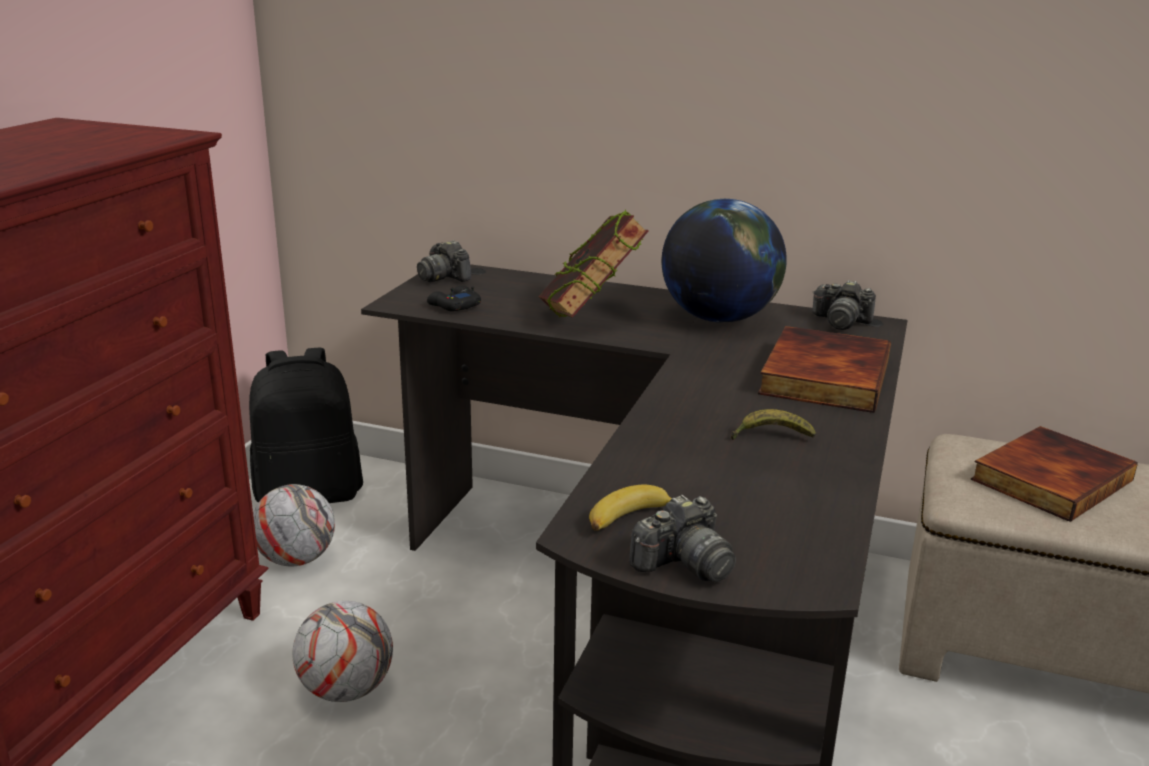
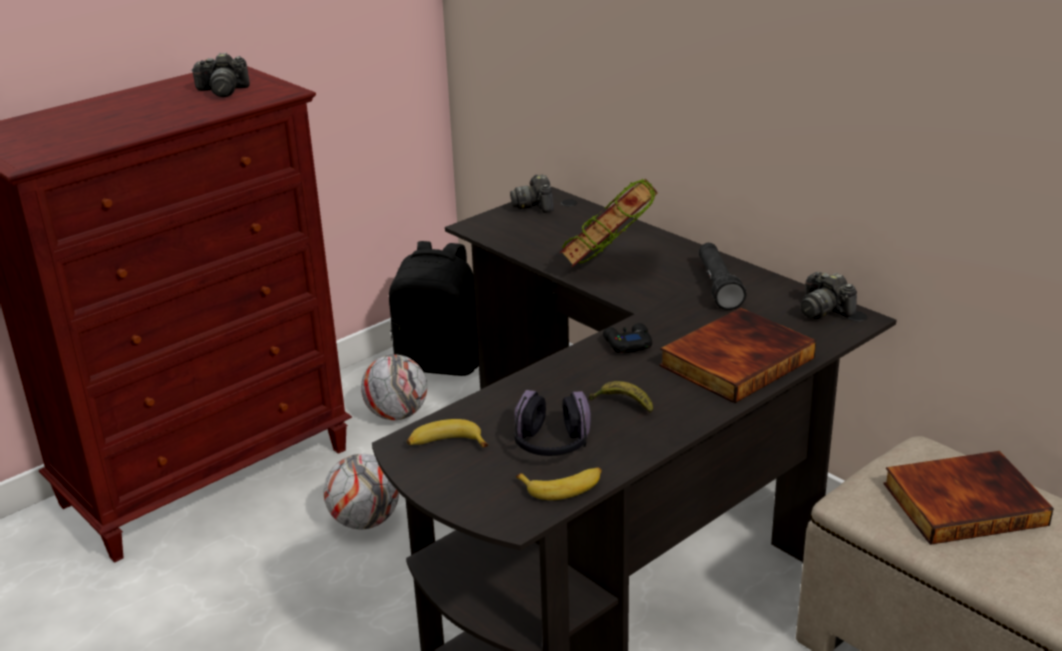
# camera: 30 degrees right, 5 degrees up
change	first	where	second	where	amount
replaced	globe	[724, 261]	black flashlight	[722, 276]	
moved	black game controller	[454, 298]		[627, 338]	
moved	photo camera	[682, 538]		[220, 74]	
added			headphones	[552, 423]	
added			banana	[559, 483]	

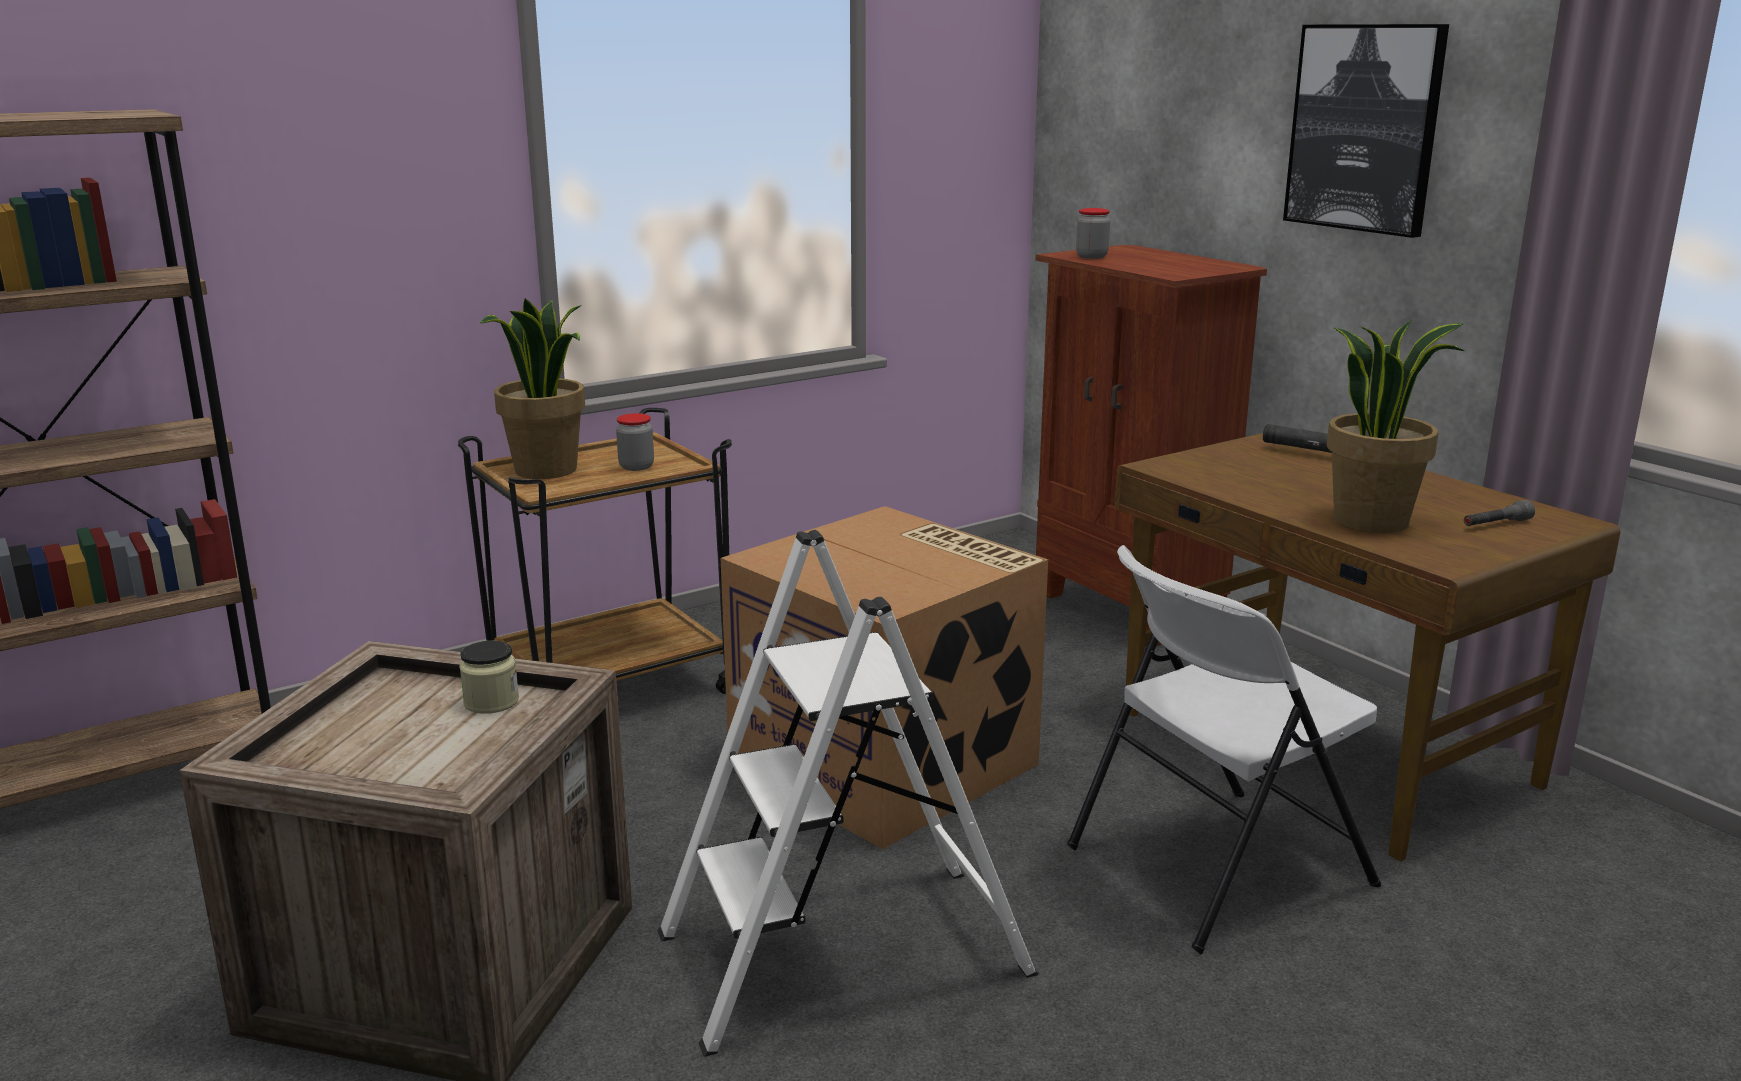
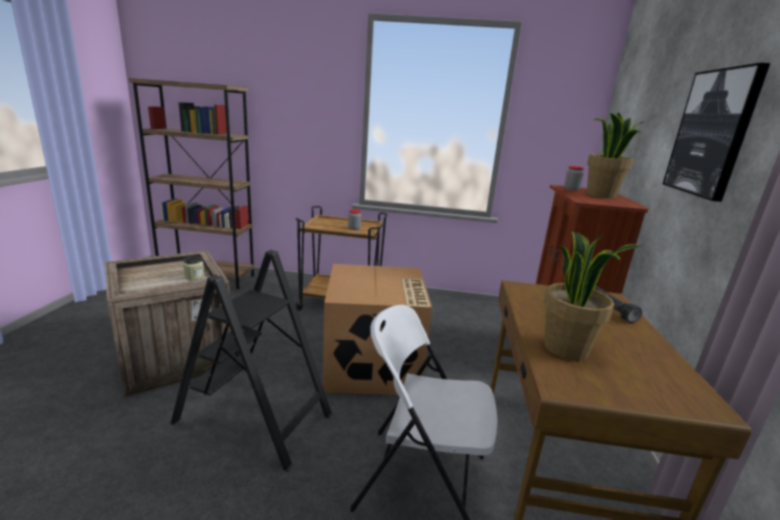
# camera: 40 degrees right, 0 degrees up
change	first	where	second	where	amount
moved	potted plant	[532, 388]		[615, 155]	
removed	grey flashlight	[1499, 513]			
recoloured	white step ladder	[848, 793]	black step ladder	[251, 361]	

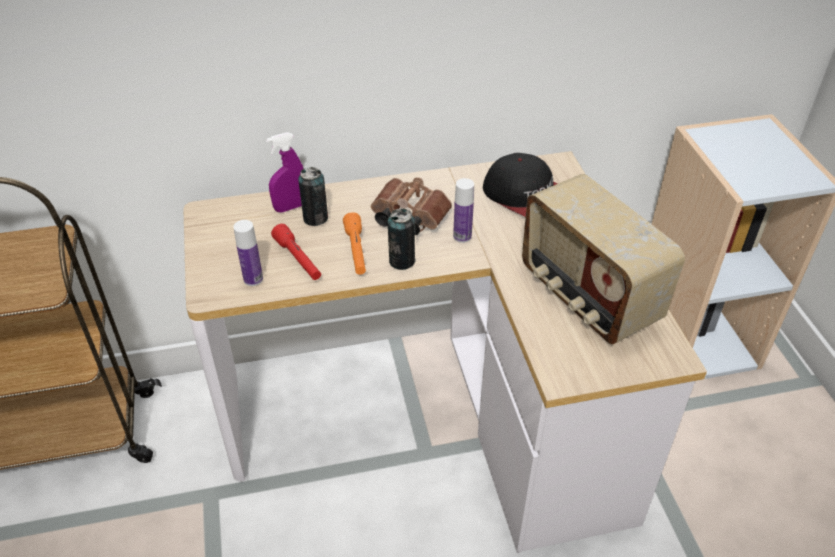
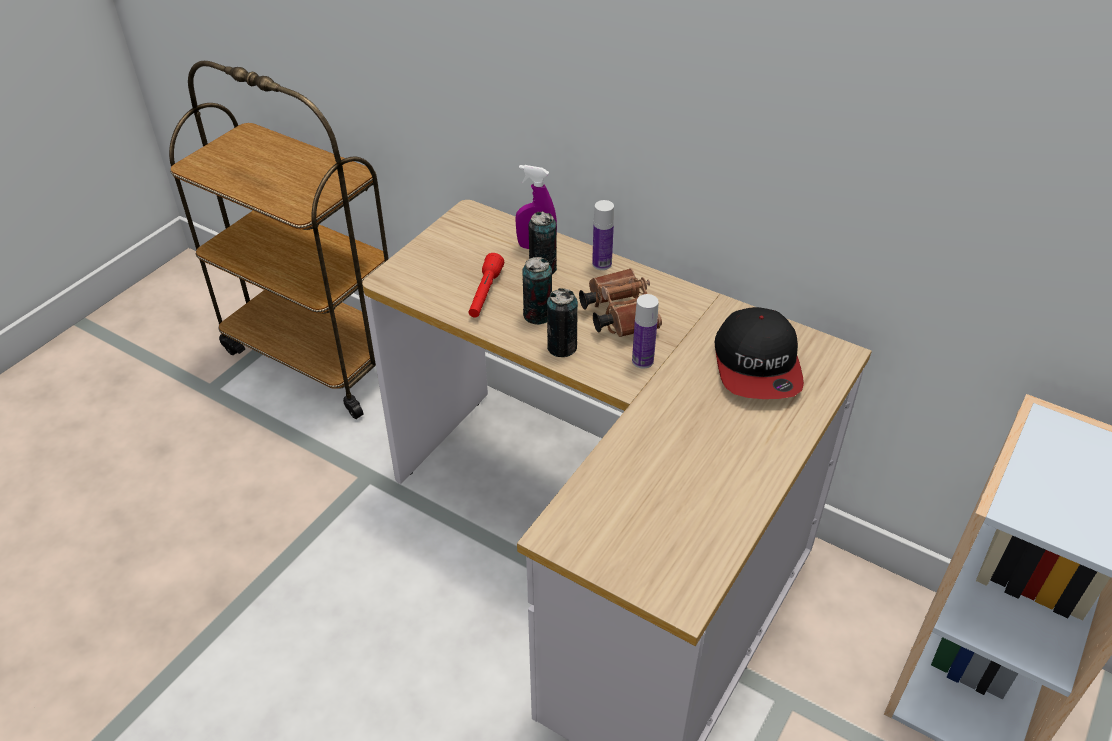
# camera: 45 degrees right, 0 degrees up
change	first	where	second	where	amount
removed	radio	[603, 259]			
replaced	orange flashlight	[354, 243]	can	[537, 291]	
moved	bottle	[248, 253]		[603, 235]	

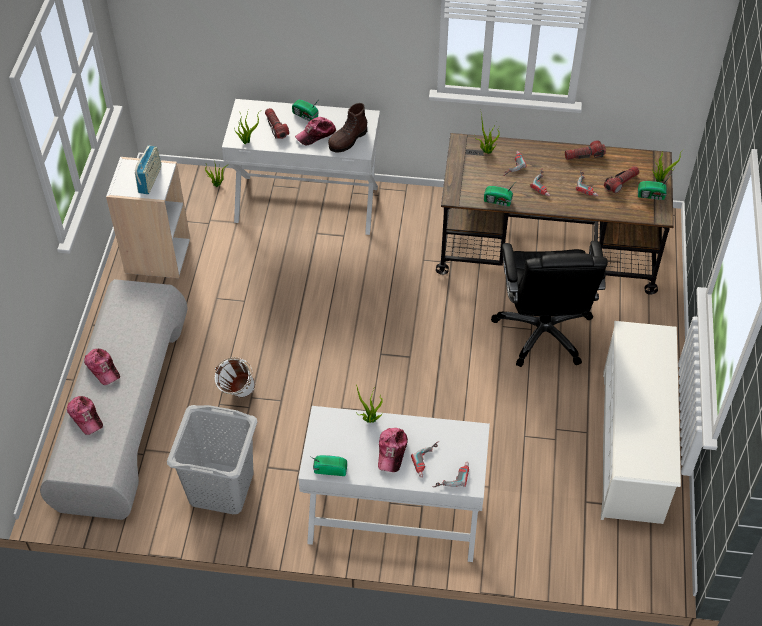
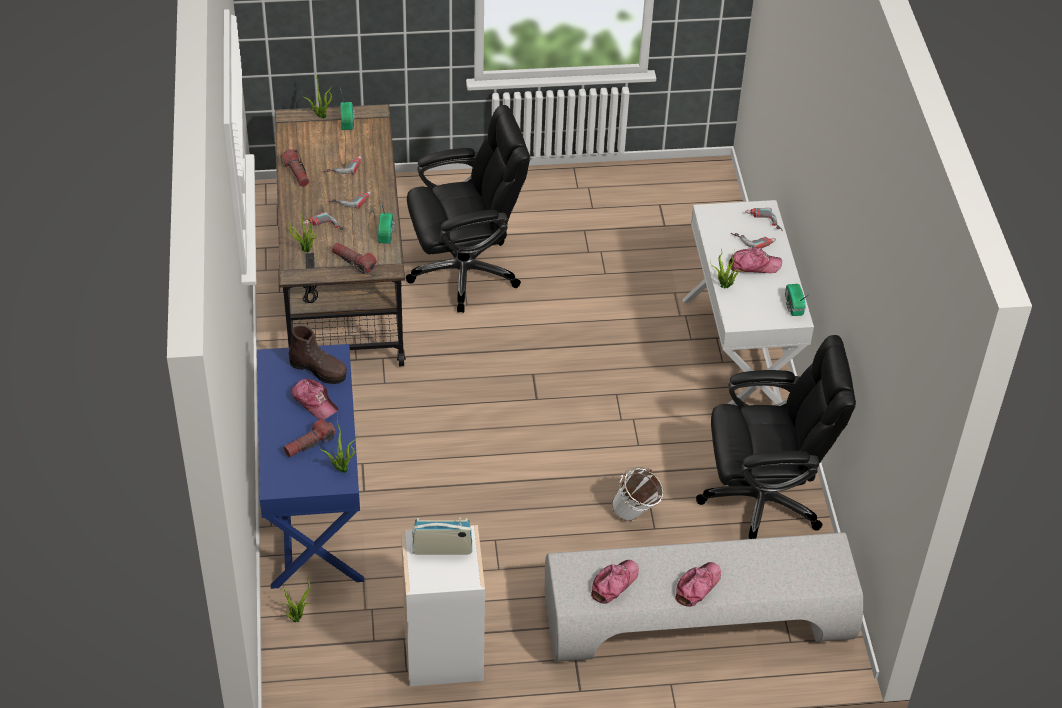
# camera: 105 degrees left, 5 degrees down
change	first	where	second	where	amount
recoloured	white console table	[301, 167]	blue console table	[310, 466]	
removed	radio	[305, 110]			
moved	flashlight	[621, 180]		[354, 258]	
removed	white shoe rack	[641, 422]			
moved	cap	[85, 415]		[615, 581]	
replaced	grey laundry basket	[212, 459]	black office chair	[776, 437]	

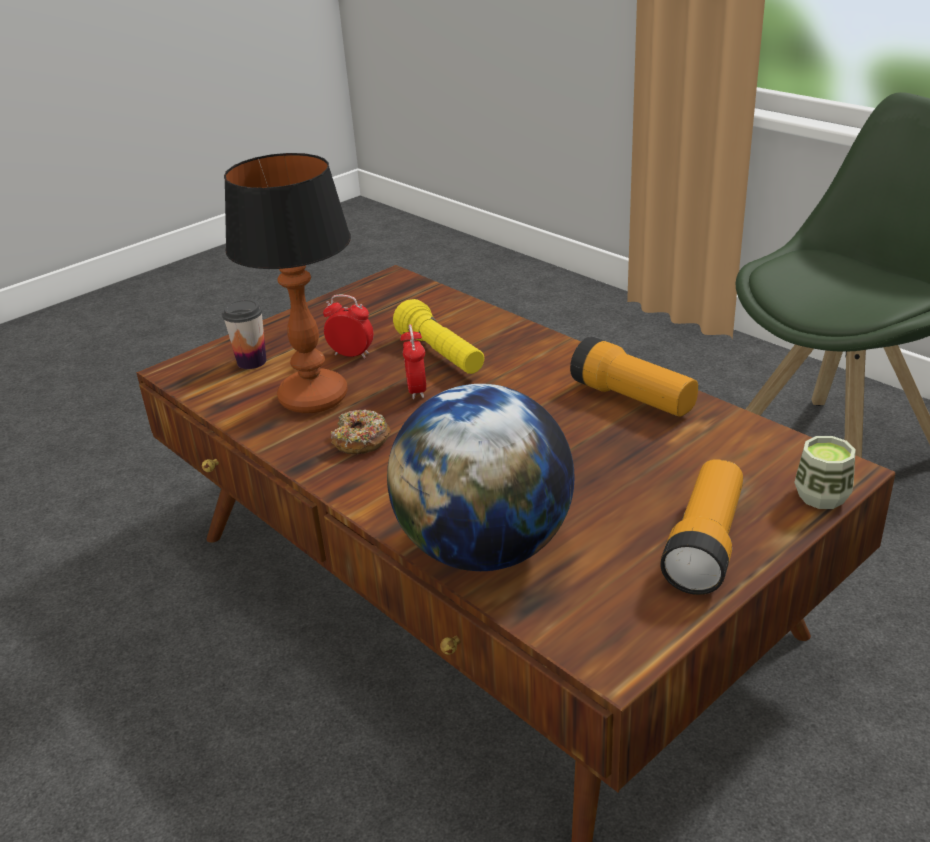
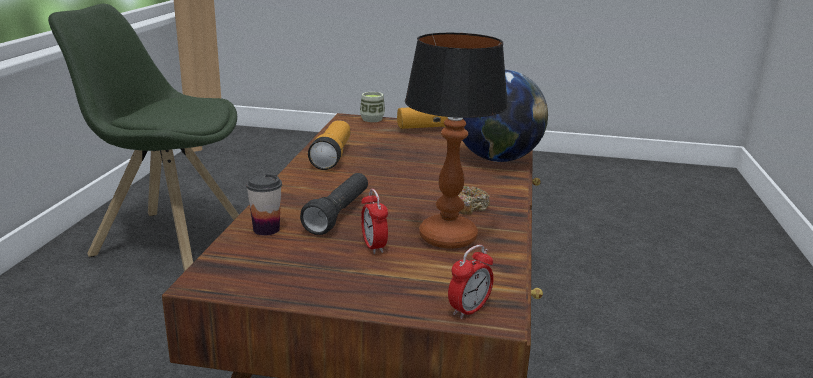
# camera: 130 degrees left, 10 degrees down
change	first	where	second	where	amount
moved	cup	[244, 334]		[264, 205]	
recoloured	yellow flashlight	[438, 336]	black flashlight	[334, 204]	
moved	alarm clock	[413, 361]		[471, 282]	

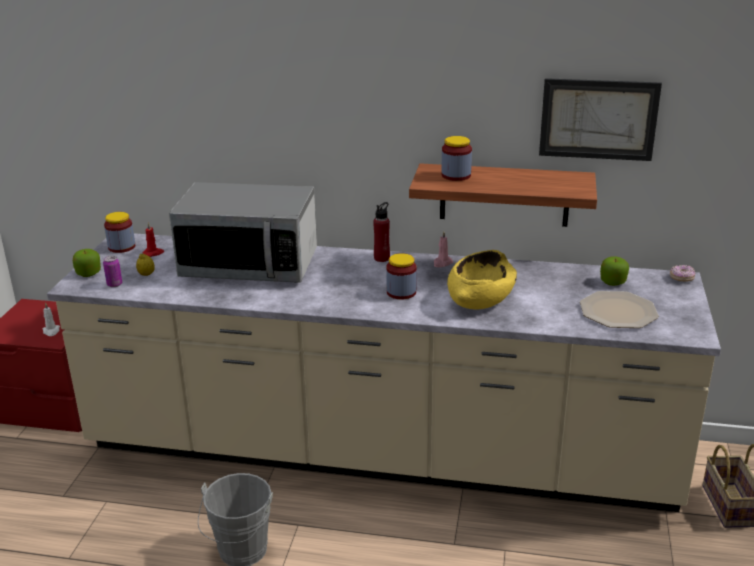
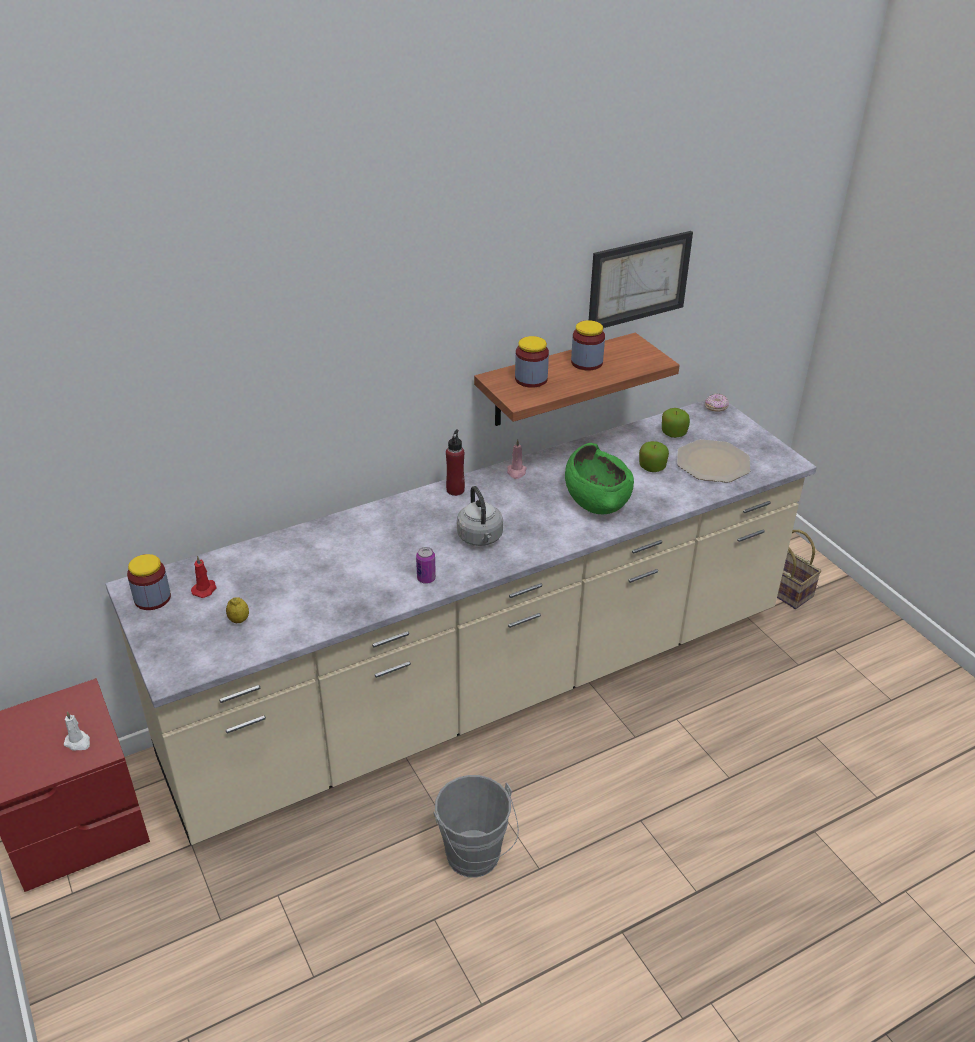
# camera: 40 degrees left, 10 degrees up
change	first	where	second	where	amount
removed	microwave	[243, 232]			
moved	apple	[87, 263]		[654, 456]	
recoloured	yellow bowl	[482, 280]	green bowl	[599, 478]	
moved	jar	[401, 276]		[588, 345]	
moved	can	[112, 271]		[426, 565]	
added			grey kettle	[480, 516]	

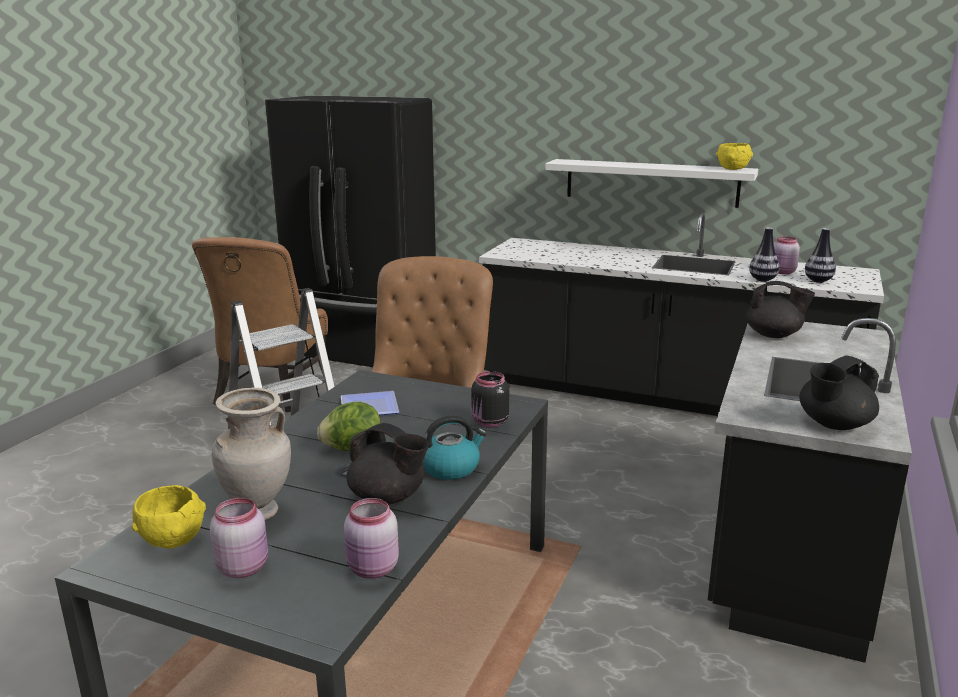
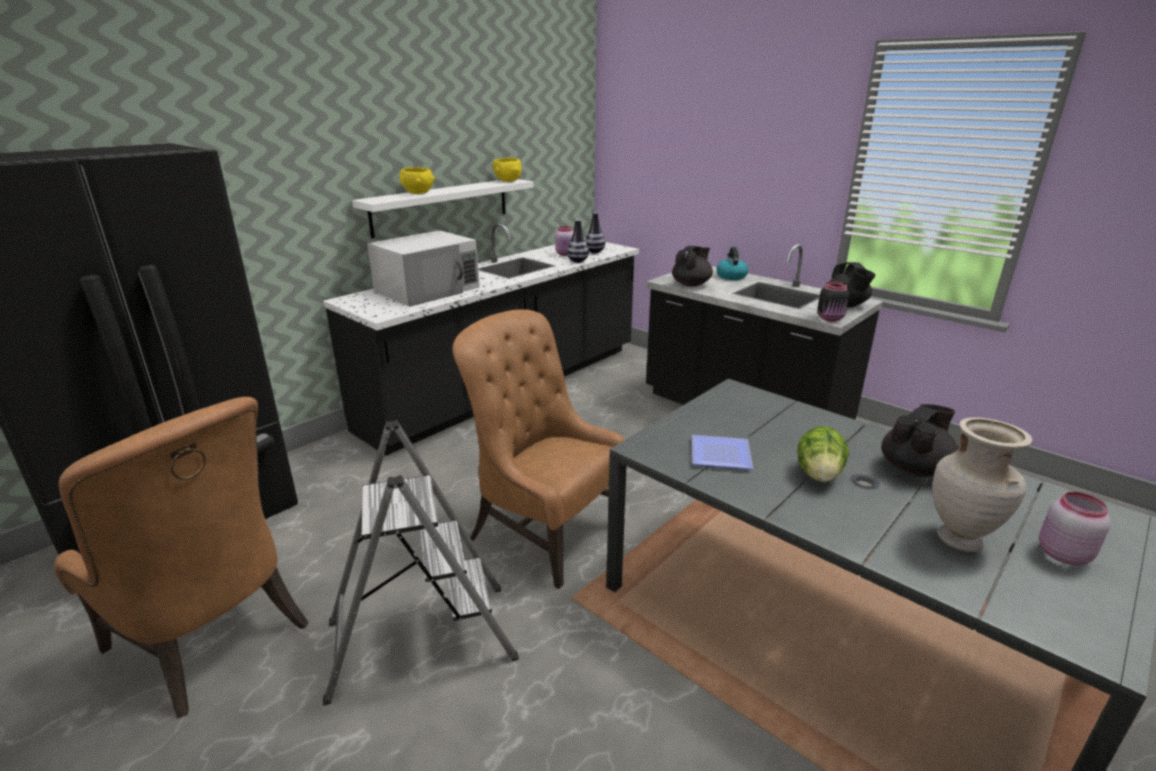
# camera: 70 degrees left, 5 degrees up
change	first	where	second	where	amount
moved	black jar	[490, 399]		[833, 301]	
moved	kettle	[454, 447]		[732, 263]	
moved	yellow bowl	[169, 517]		[417, 180]	
removed	pink jar	[371, 538]			
added			white microwave	[423, 268]	

